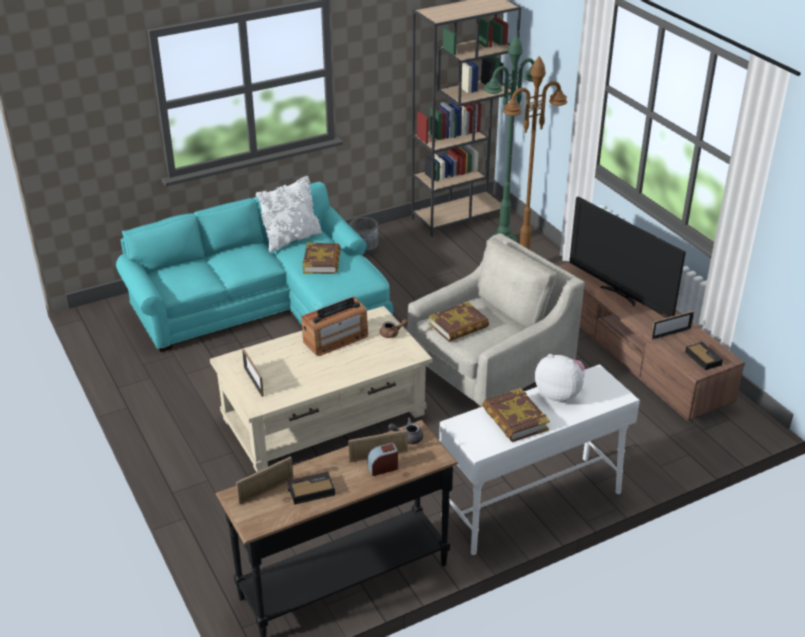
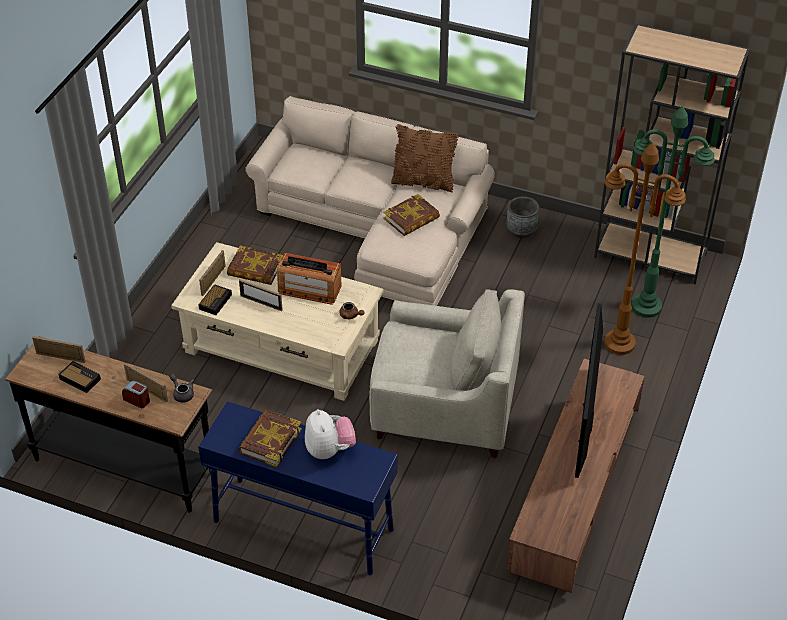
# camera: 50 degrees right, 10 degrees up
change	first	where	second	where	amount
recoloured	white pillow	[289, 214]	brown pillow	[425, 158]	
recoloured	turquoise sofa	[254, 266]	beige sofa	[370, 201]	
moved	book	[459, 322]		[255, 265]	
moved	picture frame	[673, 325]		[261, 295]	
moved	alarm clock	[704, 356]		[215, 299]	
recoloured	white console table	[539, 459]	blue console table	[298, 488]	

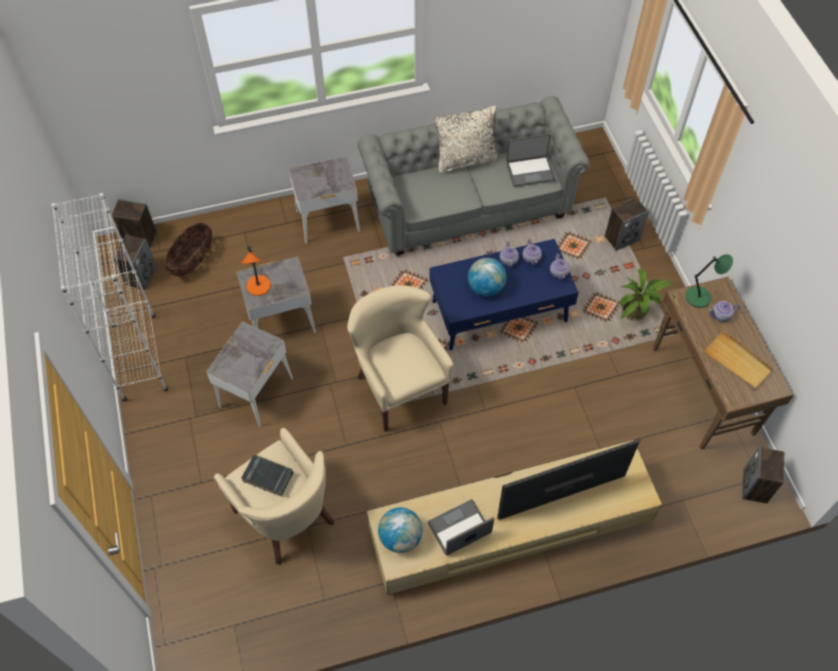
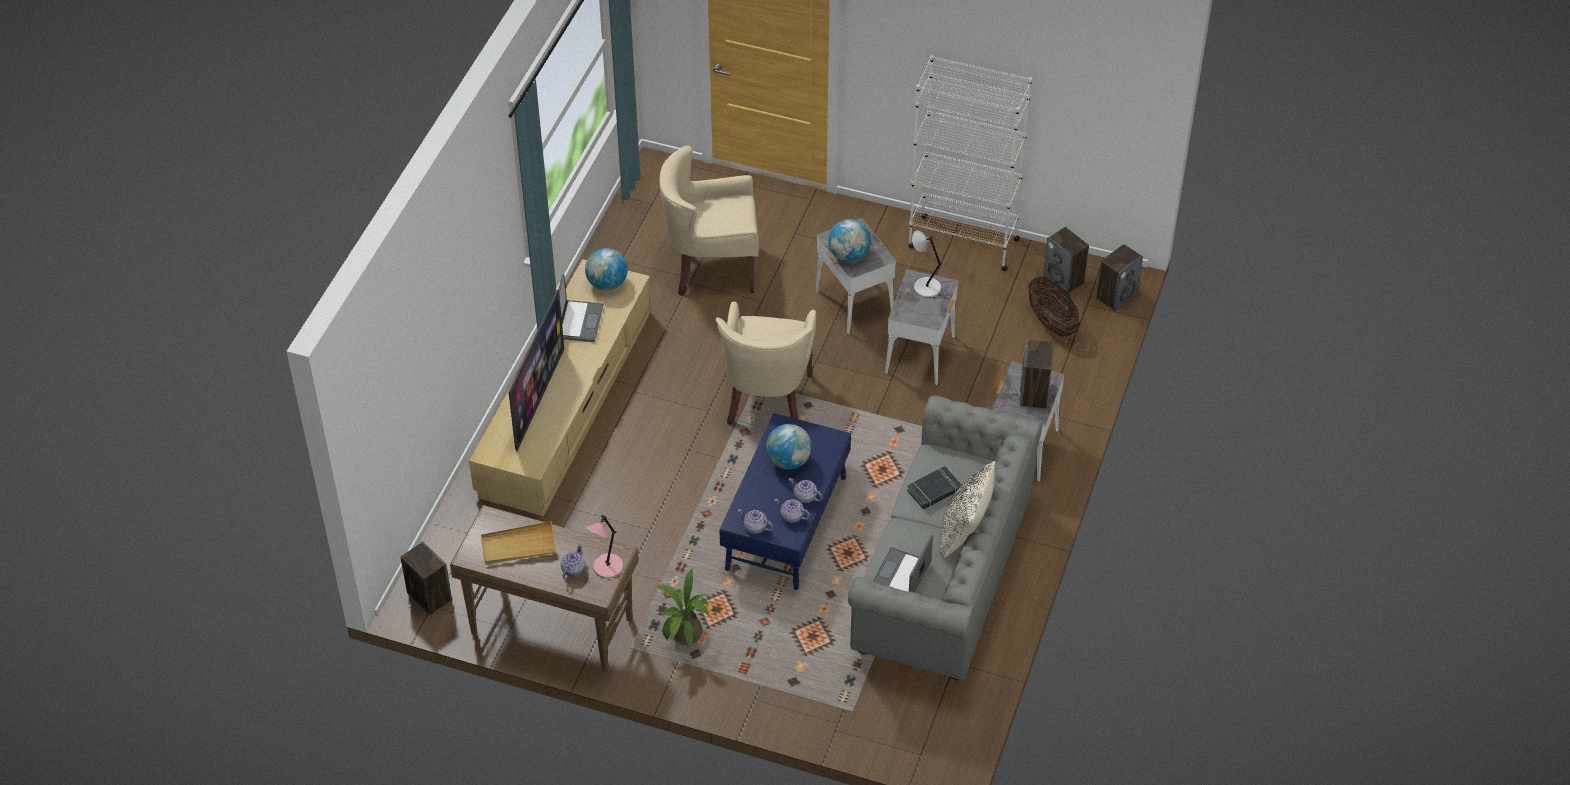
# camera: 125 degrees right, 10 degrees down
change	first	where	second	where	amount
moved	speaker	[627, 224]		[1036, 373]	
recoloured	orange table lamp	[256, 271]	grey table lamp	[927, 264]	
recoloured	green table lamp	[709, 281]	pink table lamp	[604, 546]	
turned	beige armchair	[400, 358]		[766, 363]	90 degrees clockwise
moved	black book	[267, 475]		[934, 487]	
added			globe	[849, 240]	

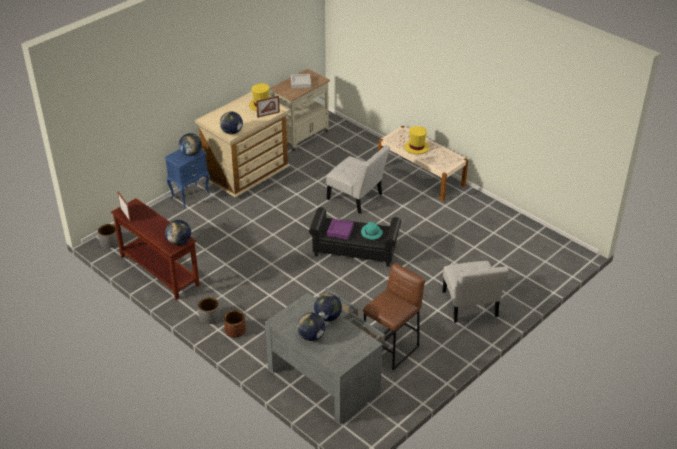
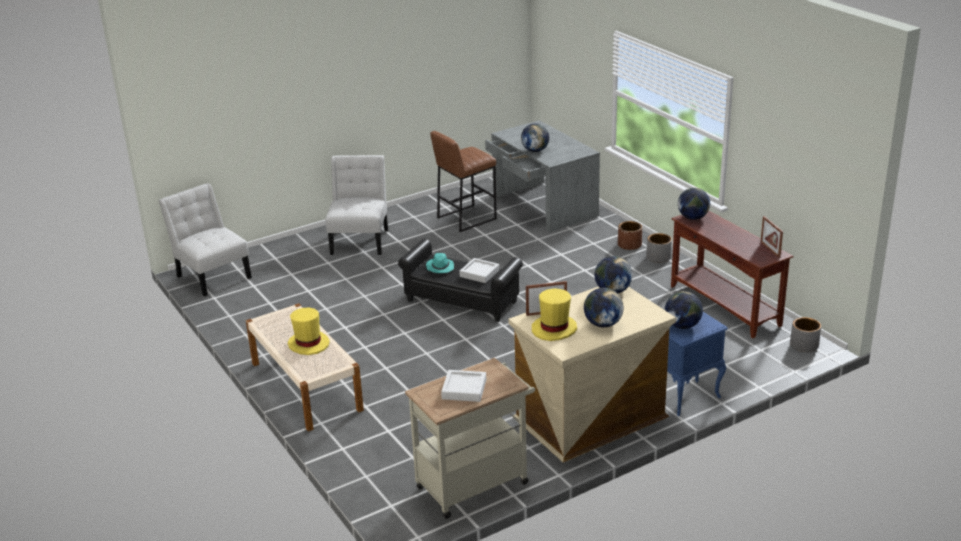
# camera: 165 degrees left, 10 degrees down
change	first	where	second	where	amount
moved	white chair	[358, 179]		[205, 240]	
recoloured	purple tray	[340, 229]	grey tray	[479, 270]	
moved	globe	[311, 326]		[604, 307]	

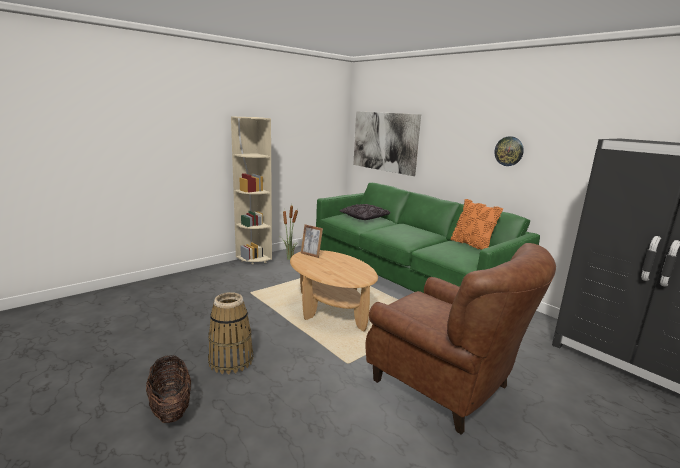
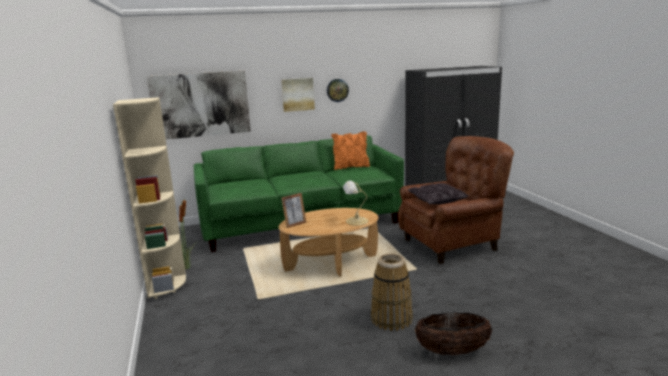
# camera: 65 degrees left, 0 degrees up
change	first	where	second	where	amount
moved	black pillow	[365, 212]		[438, 193]	
added			picture	[298, 95]	
added			table lamp	[355, 203]	

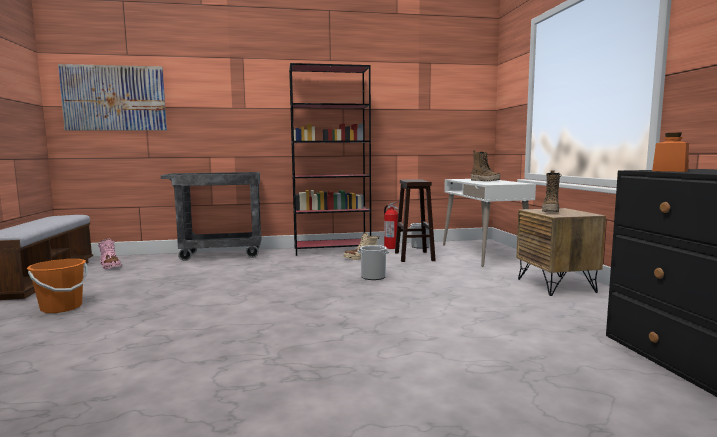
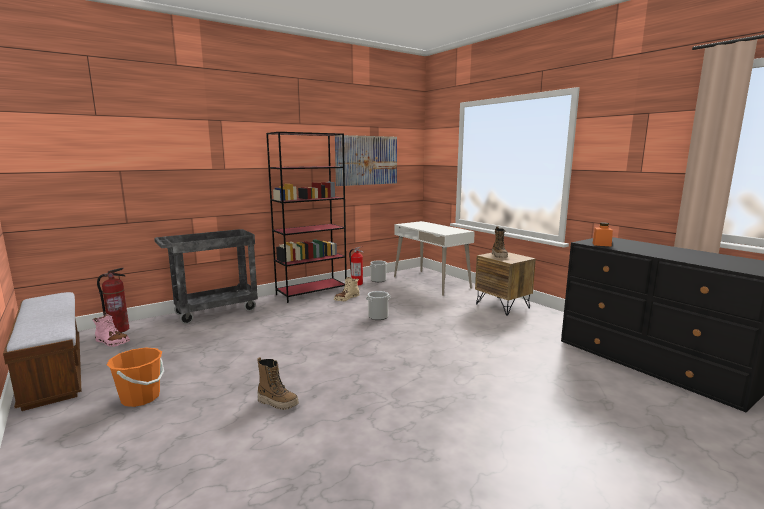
# camera: 25 degrees left, 5 degrees up
change	first	where	second	where	amount
moved	picture	[112, 97]		[366, 160]	
moved	boot	[485, 165]		[278, 383]	
removed	brown stool	[415, 220]			
added			fire extinguisher	[113, 300]	

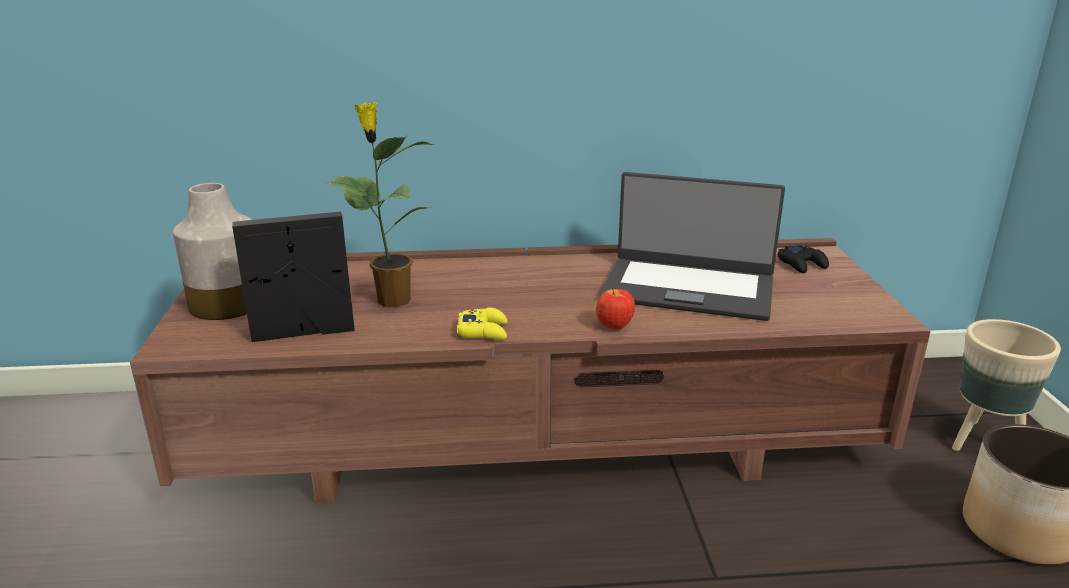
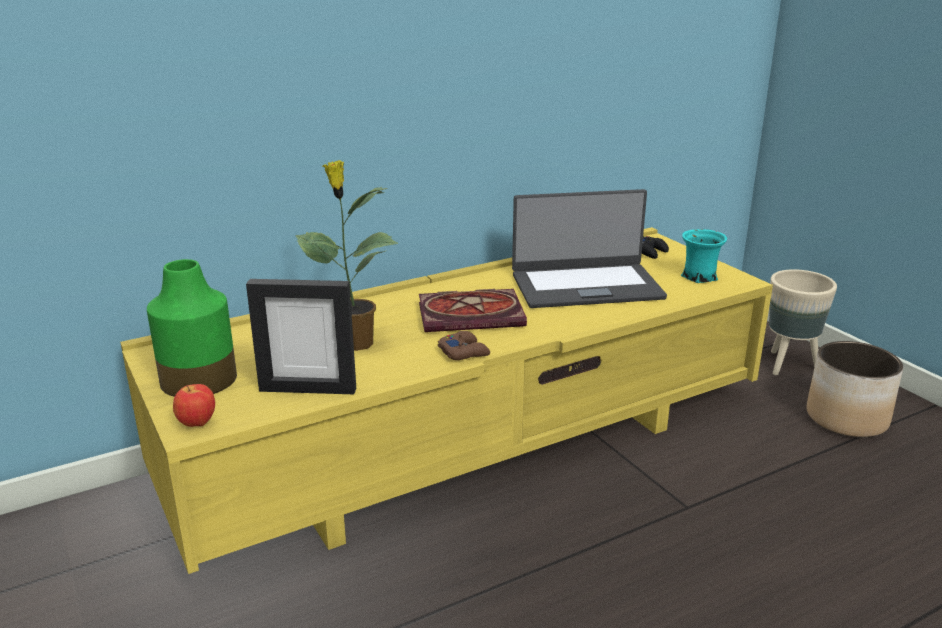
# camera: 25 degrees left, 0 degrees up
change	first	where	second	where	amount
recoloured	beige vase	[212, 251]	green vase	[192, 328]	
turned	picture frame	[293, 277]		[301, 336]	135 degrees counterclockwise
recoloured	brown tv stand	[530, 370]	yellow tv stand	[446, 400]	
moved	apple	[615, 309]		[194, 405]	
recoloured	yellow game controller	[482, 324]	brown game controller	[464, 345]	
added			turquoise mug	[704, 256]	
added			book	[473, 310]	

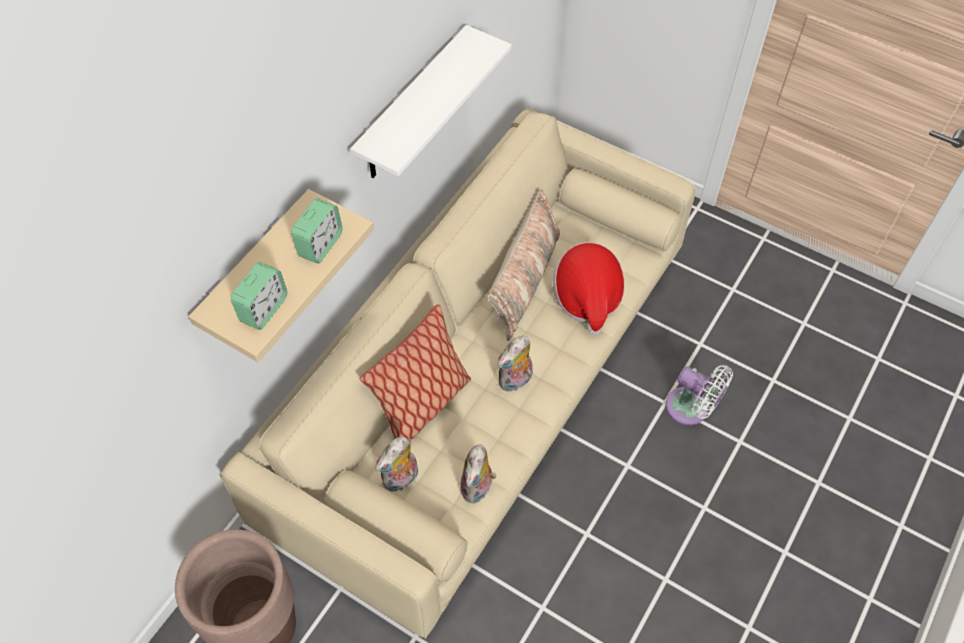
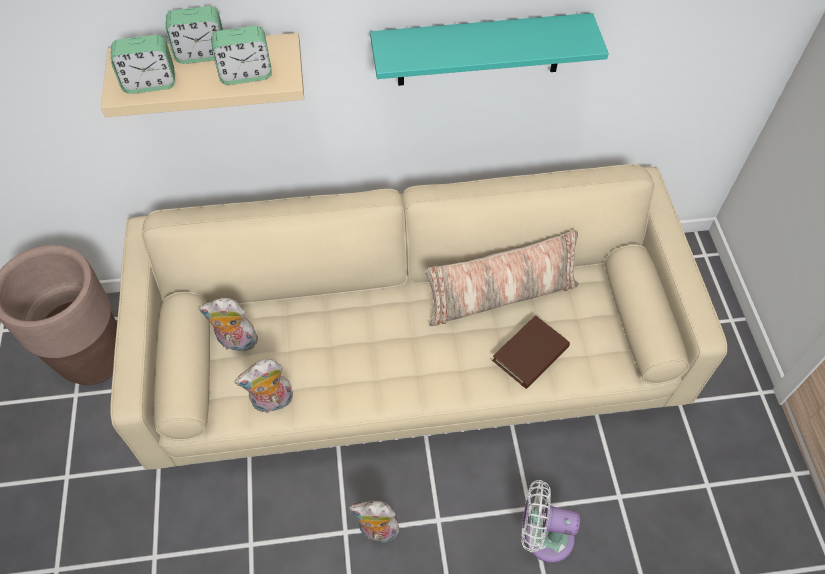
# camera: 50 degrees right, 0 degrees up
change	first	where	second	where	amount
recoloured	white shelf	[431, 101]	turquoise shelf	[489, 49]	
replaced	hat	[589, 288]	brown book	[531, 352]	
removed	pillow	[415, 373]			
moved	plush toy	[515, 364]		[374, 521]	
turned	white fan	[699, 395]		[550, 521]	105 degrees clockwise
added			alarm clock	[194, 35]	

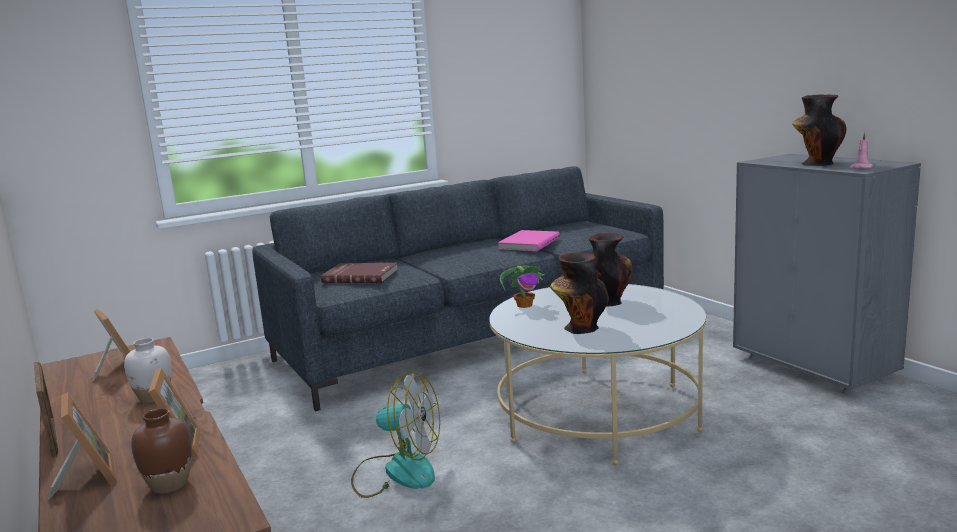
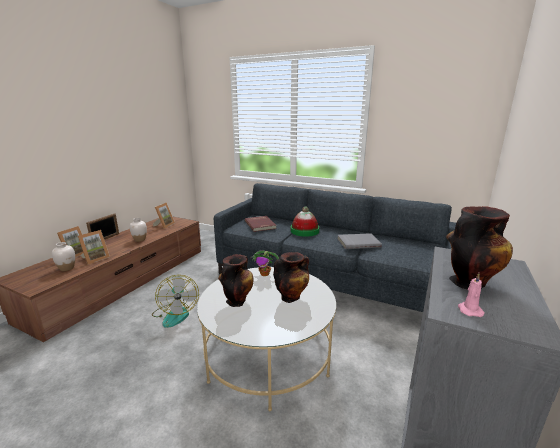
# camera: 55 degrees right, 5 degrees up
change	first	where	second	where	amount
recoloured	pink book	[529, 240]	grey book	[359, 241]	
recoloured	brown vase	[161, 451]	white vase	[63, 256]	
added			hat	[305, 222]	

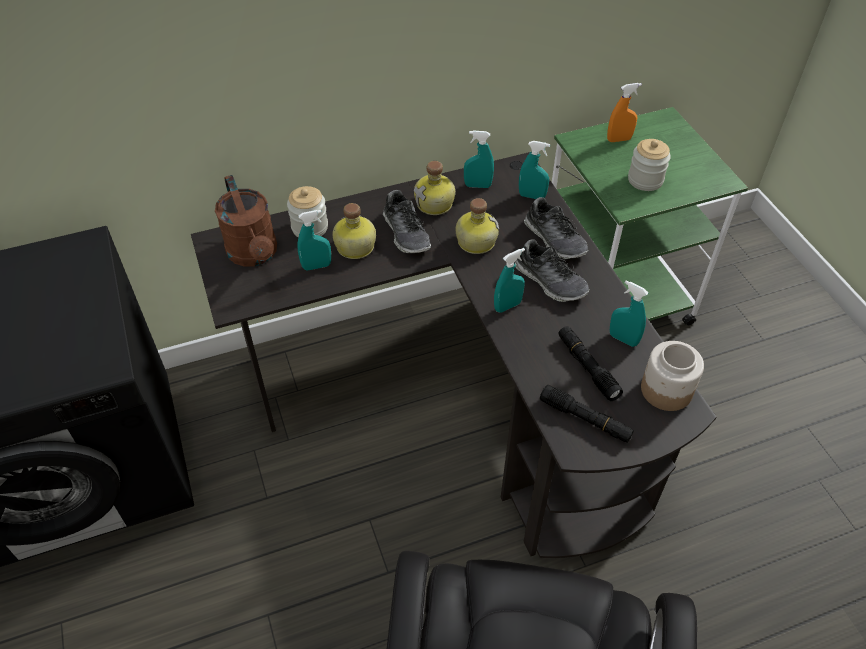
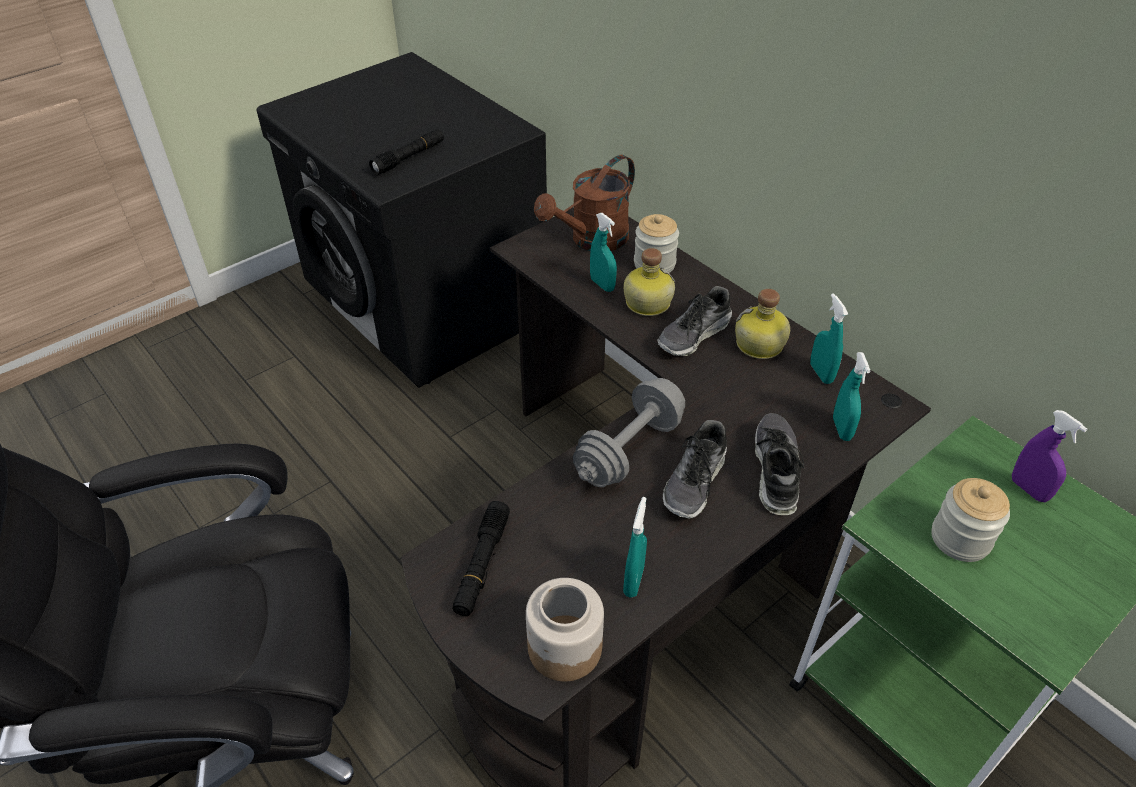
# camera: 70 degrees right, 5 degrees down
change	first	where	second	where	amount
recoloured	orange spray bottle	[624, 112]	purple spray bottle	[1049, 456]	
turned	shoe	[556, 228]		[779, 464]	150 degrees clockwise
removed	bottle	[477, 226]			
replaced	turquoise spray bottle	[509, 280]	grey dumbbell	[629, 432]	
moved	black flashlight	[590, 363]		[406, 152]	

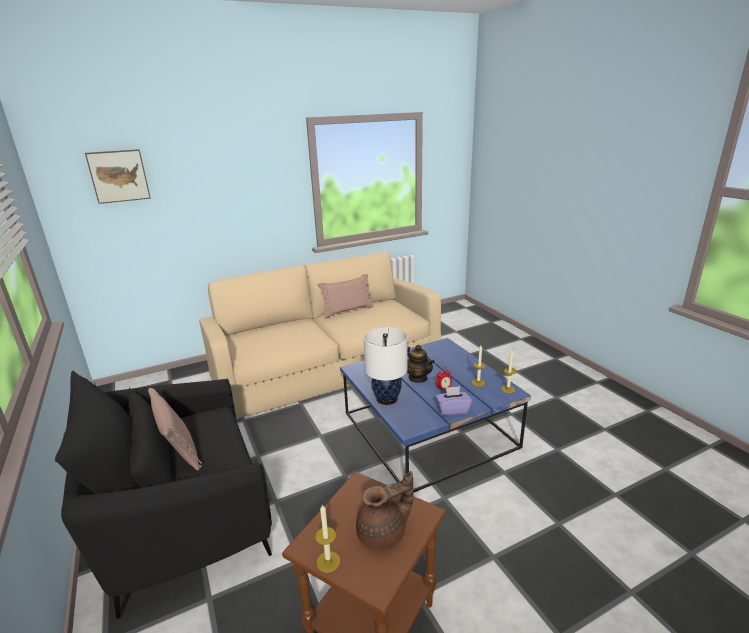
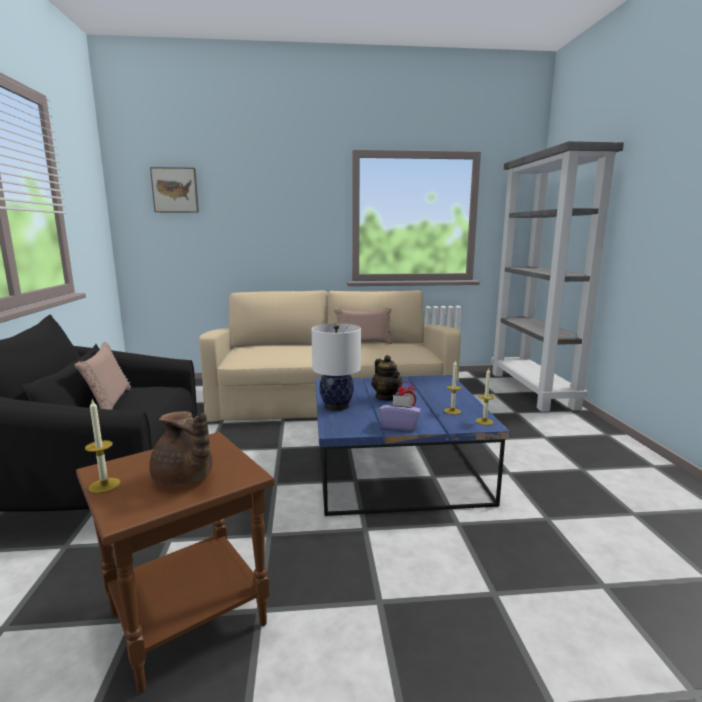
# camera: 20 degrees right, 10 degrees down
change	first	where	second	where	amount
turned	brown teapot	[384, 511]		[181, 448]	45 degrees clockwise
added			grey bookcase	[557, 276]	

